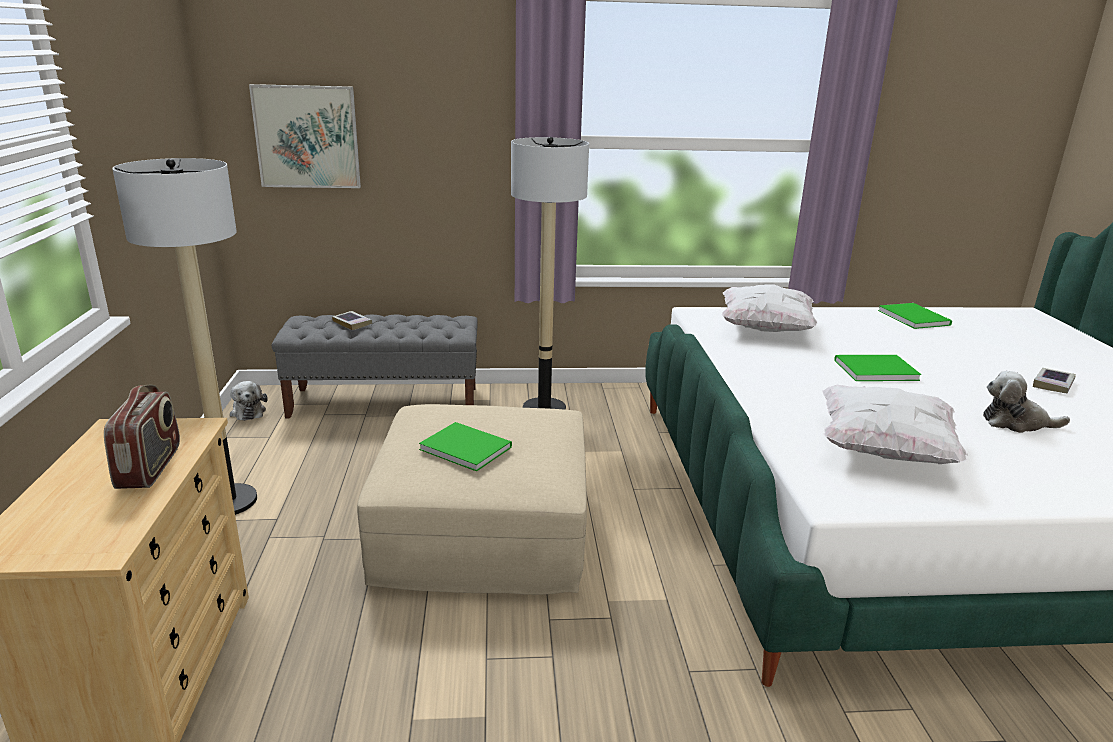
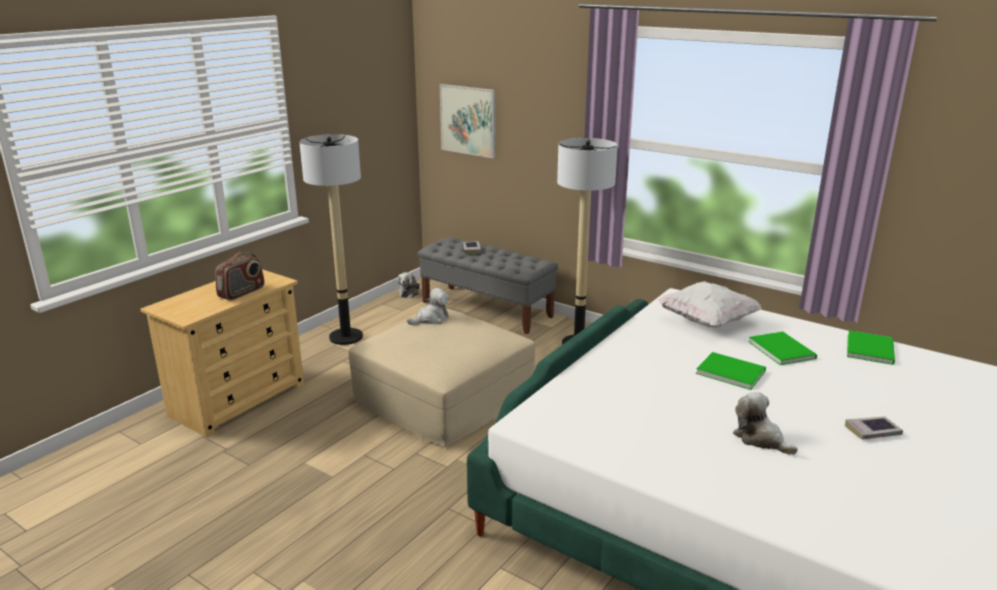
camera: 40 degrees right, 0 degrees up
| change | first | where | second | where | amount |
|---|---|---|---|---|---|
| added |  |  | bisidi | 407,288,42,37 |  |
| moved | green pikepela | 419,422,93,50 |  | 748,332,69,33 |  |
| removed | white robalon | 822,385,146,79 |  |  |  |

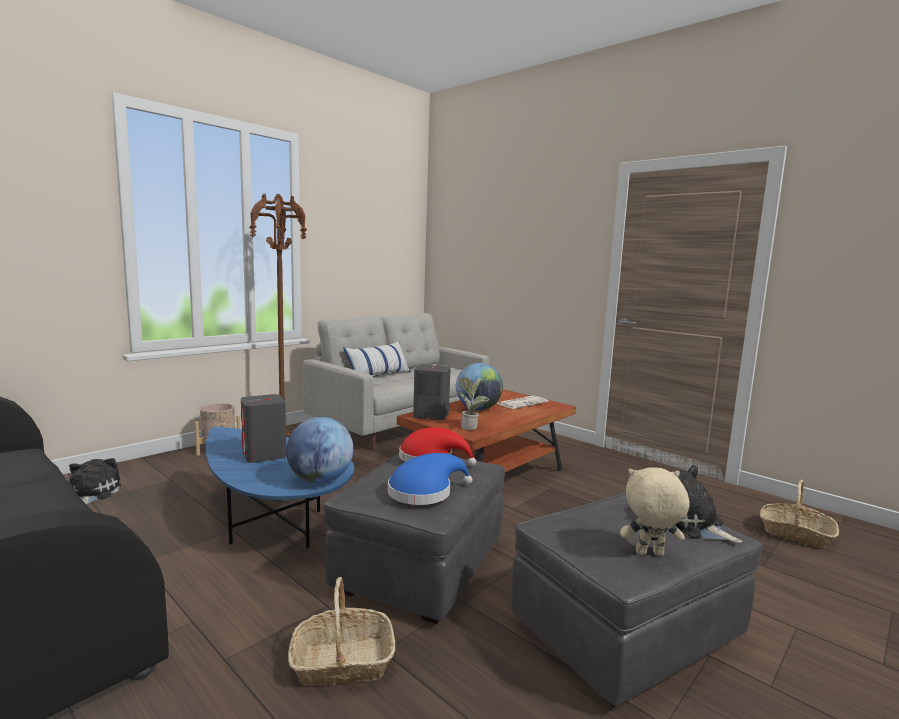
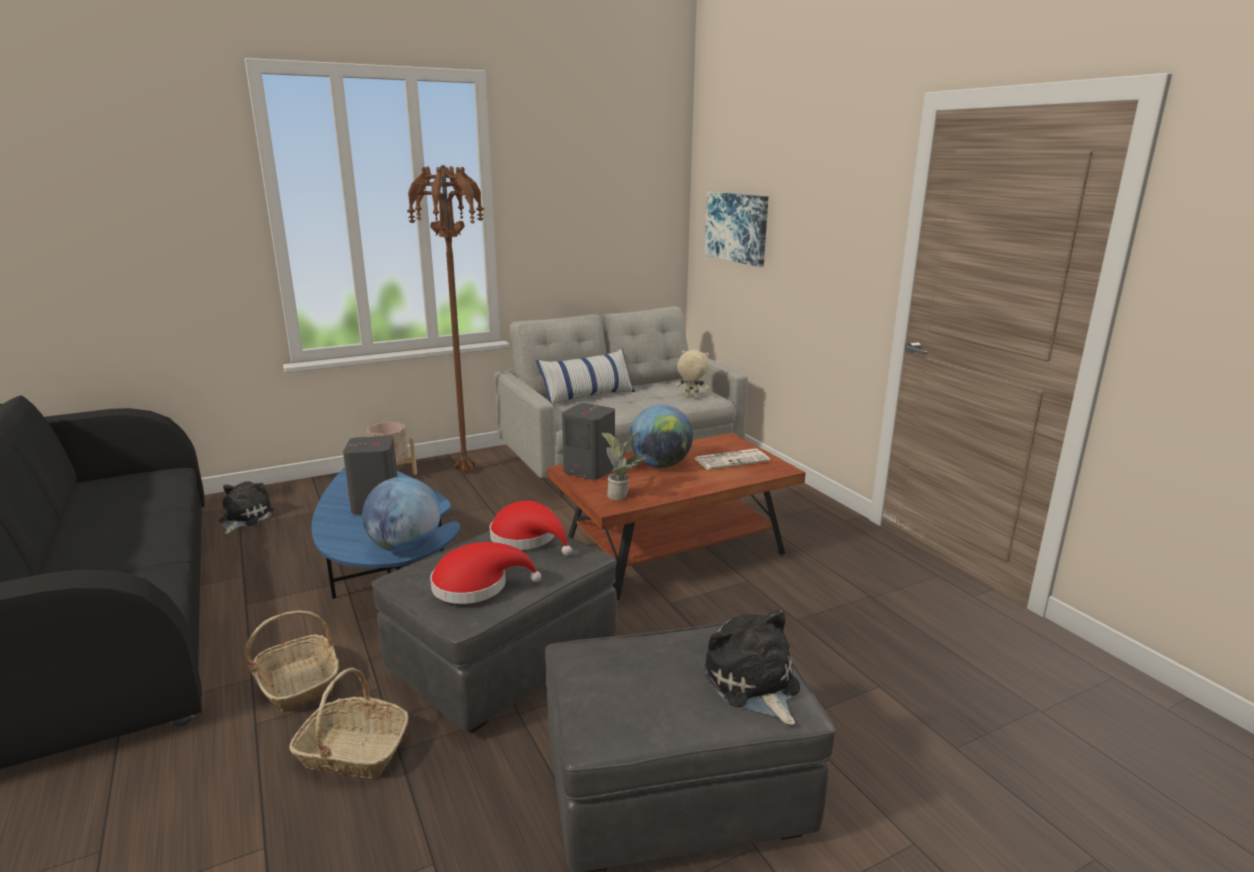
camera: 20 degrees right, 10 degrees up
| change | first | where | second | where | amount |
|---|---|---|---|---|---|
| moved | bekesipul | 760,480,79,68 |  | 245,611,94,101 |  |
| recoloured | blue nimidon | 388,453,84,52 | red nimidon | 430,542,111,62 |  |
| moved | beige bisidi | 620,467,70,89 |  | 676,350,33,49 |  |
| added |  |  | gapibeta | 705,192,63,75 |  |

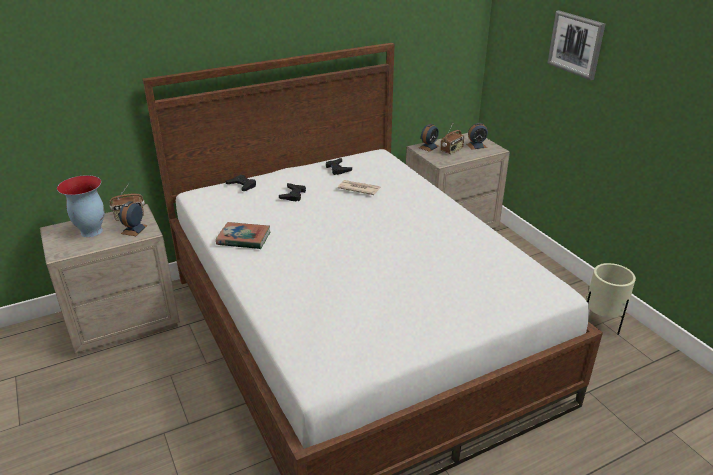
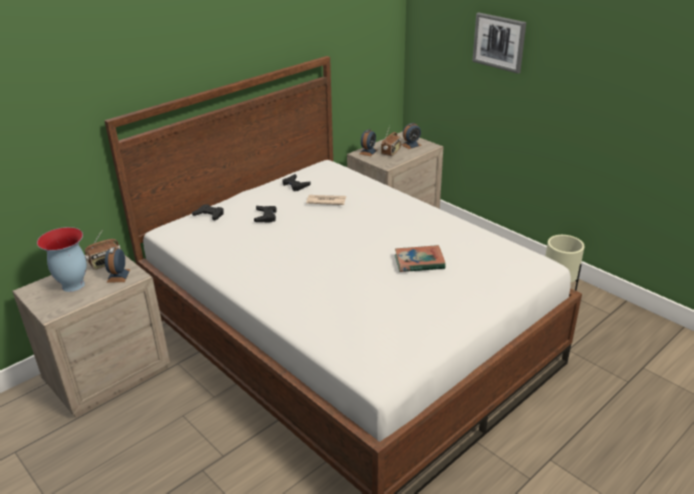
camera: 15 degrees left, 0 degrees up
| change | first | where | second | where | amount |
|---|---|---|---|---|---|
| moved | pikepela | 216,222,54,27 |  | 395,245,50,27 |  |

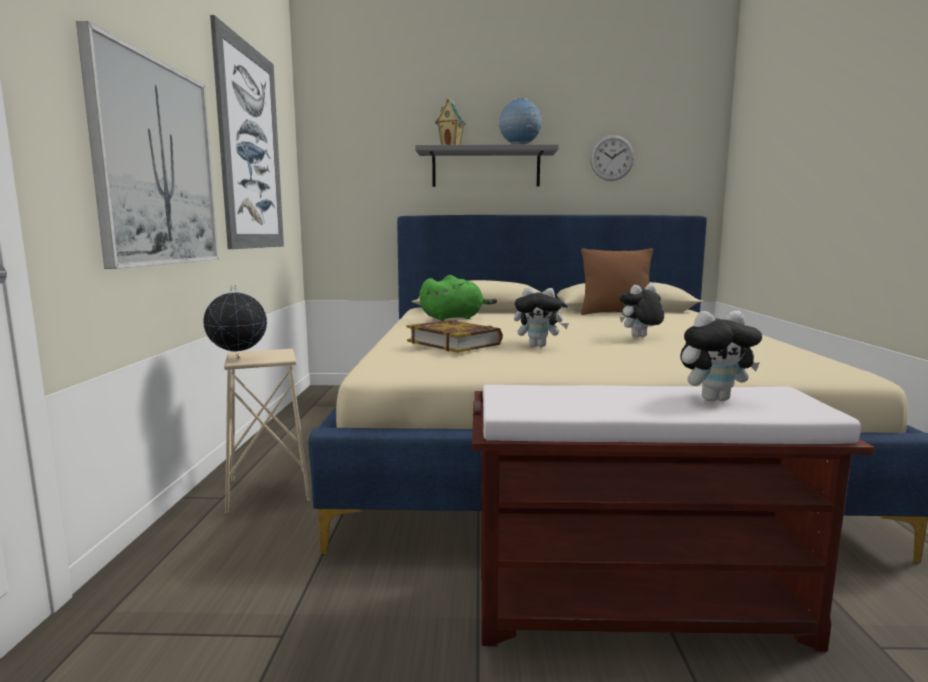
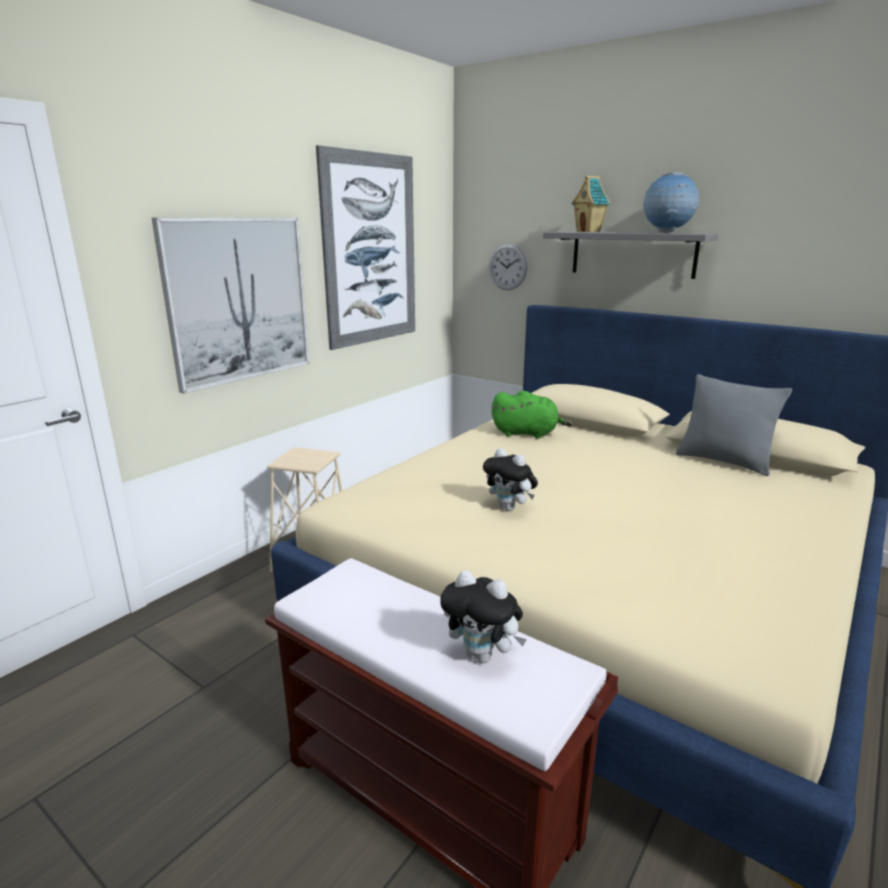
camera: 35 degrees right, 10 degrees up
| change | first | where | second | where | amount |
|---|---|---|---|---|---|
| moved | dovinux | 590,135,44,46 |  | 489,244,38,46 |  |
| recoloured | brown robalon | 581,248,72,67 | grey robalon | 676,374,116,102 |  |
| removed | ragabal | 203,285,64,74 |  |  |  |
| removed | pikepela | 407,320,96,33 |  |  |  |
| removed | bisidi | 619,284,45,53 |  |  |  |

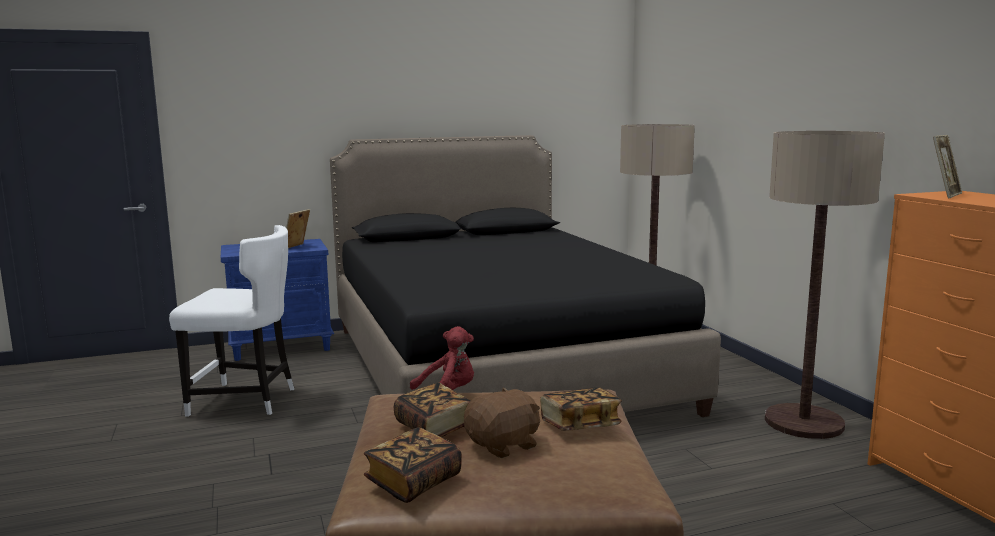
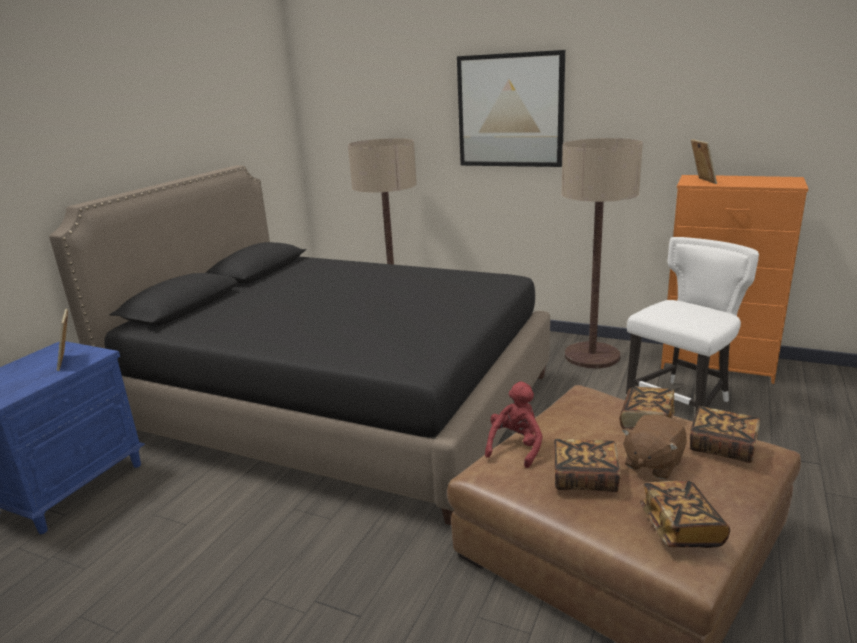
camera: 45 degrees left, 10 degrees up
| change | first | where | second | where | amount |
|---|---|---|---|---|---|
| added |  |  | gapibeta | 457,50,108,117 |  |
| turned | brown bisidi | 464,388,76,70 |  | 622,414,65,65 | 150 degrees counterclockwise |
| moved | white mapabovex | 169,225,125,192 |  | 626,237,133,175 |  |
| added |  |  | pikepela | 690,406,70,57 |  |

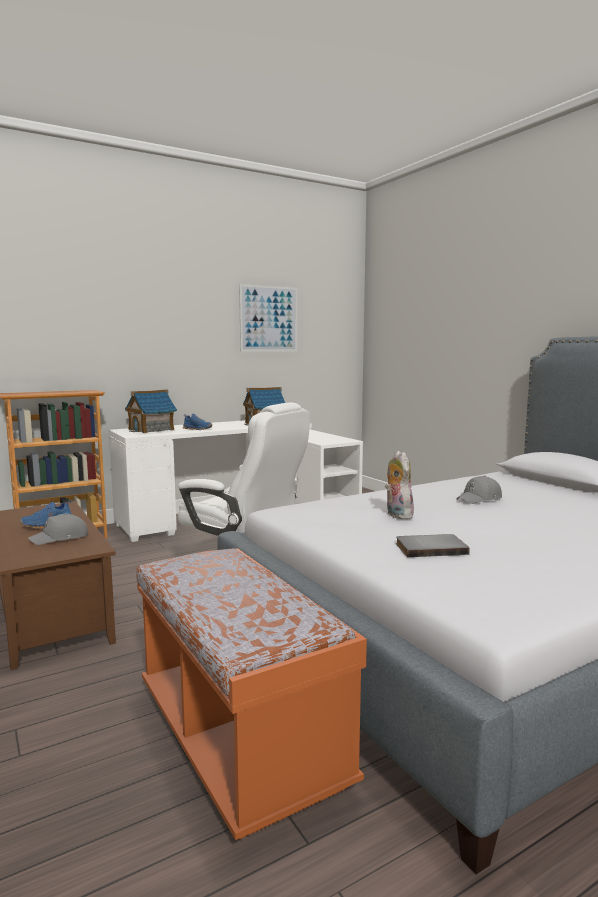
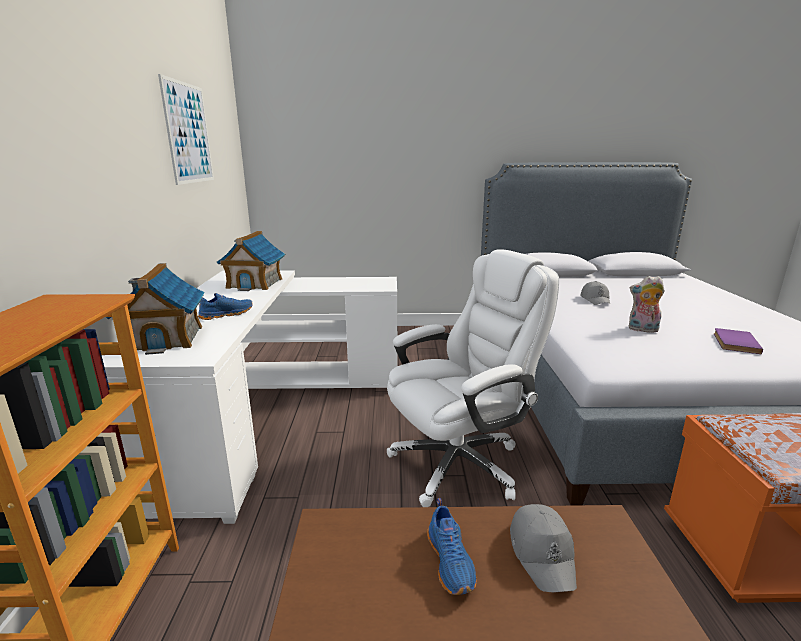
camera: 60 degrees left, 10 degrees up
| change | first | where | second | where | amount |
|---|---|---|---|---|---|
| recoloured | grey pikepela | 396,534,74,23 | purple pikepela | 714,328,49,26 |  |

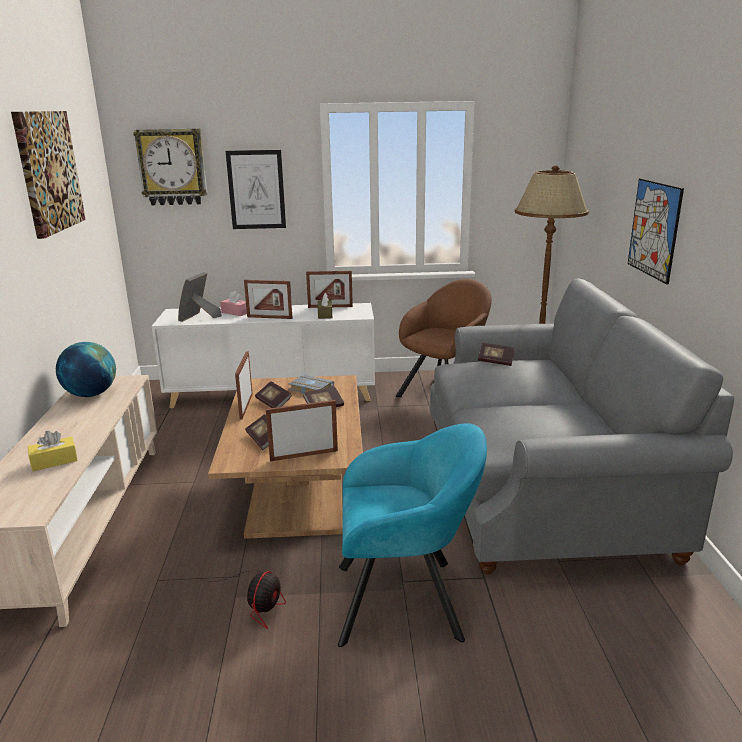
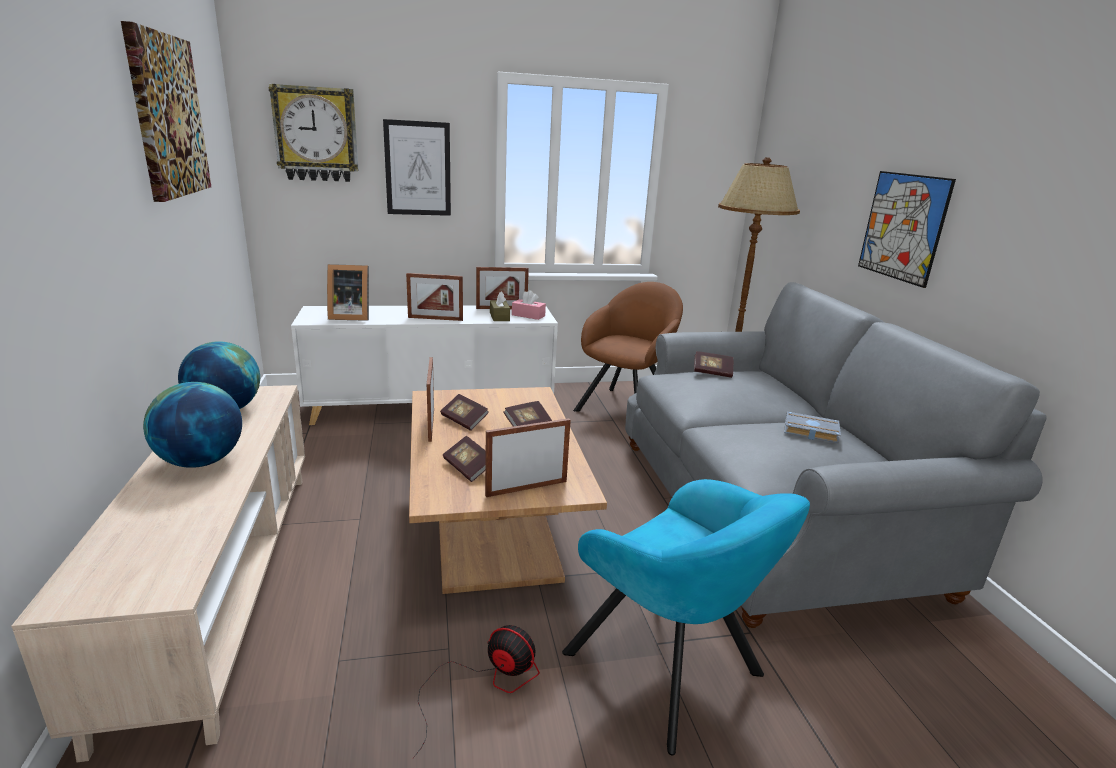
camera: 10 degrees left, 0 degrees up
| change | first | where | second | where | amount |
|---|---|---|---|---|---|
| added |  |  | ragabal | 143,382,99,86 |  |
| turned | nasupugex | 178,272,44,50 |  | 327,264,42,57 | 105 degrees counterclockwise |
| turned | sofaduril | 201,570,85,59 |  | 413,625,127,133 | 75 degrees counterclockwise |
| moved | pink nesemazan | 220,291,27,25 |  | 512,290,34,30 |  |
| turned | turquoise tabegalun | 338,423,149,224 |  | 562,479,248,276 | 60 degrees clockwise |
| moved | grey pikepela | 288,375,46,19 |  | 784,411,57,33 |  |
| removed | yellow nesemazan | 28,430,50,41 |  |  |  |

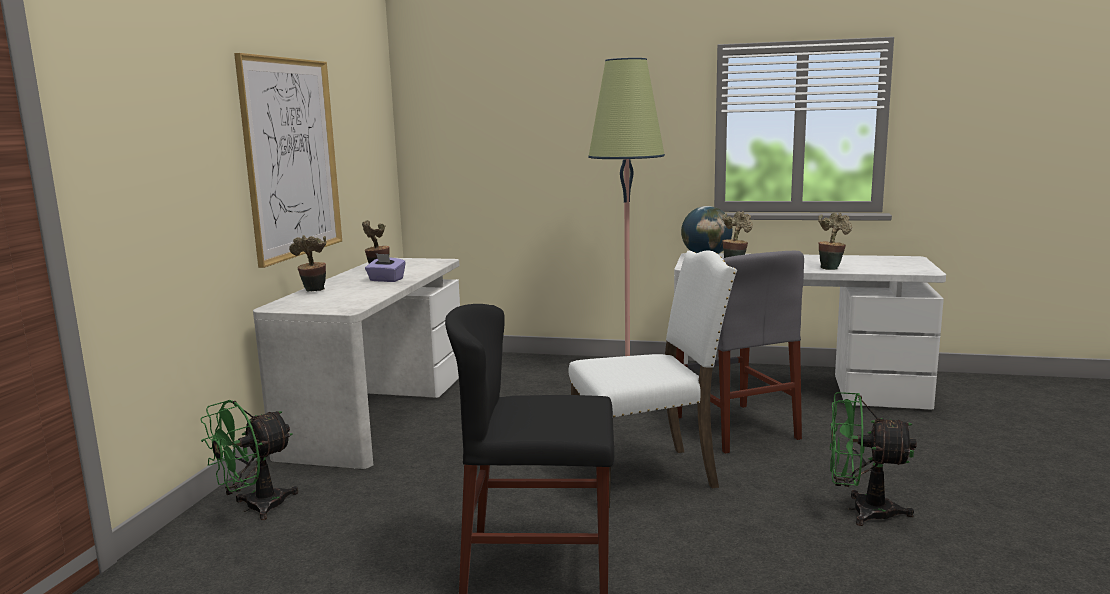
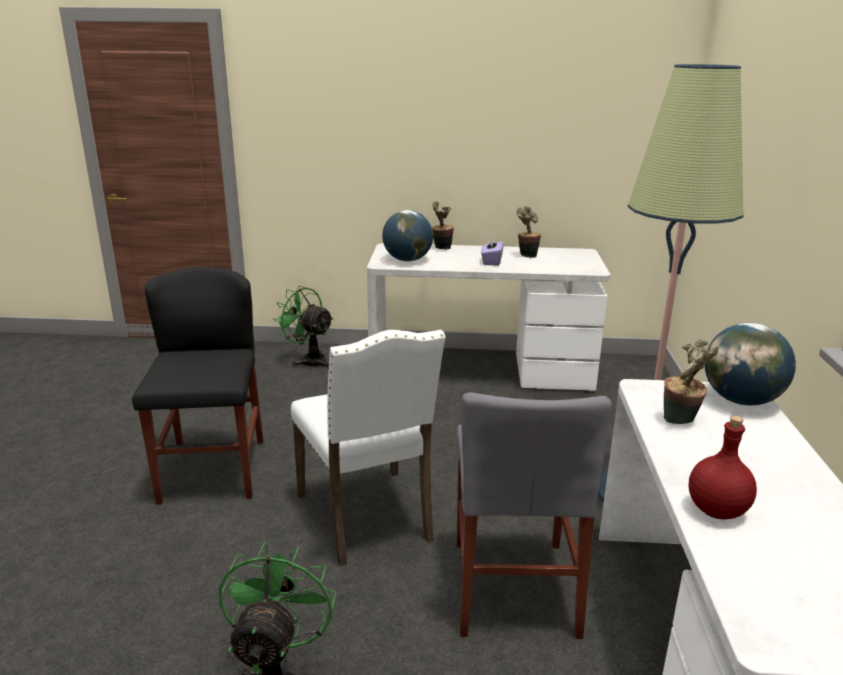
camera: 80 degrees right, 10 degrees up
| change | first | where | second | where | amount |
|---|---|---|---|---|---|
| added |  |  | ragabal | 382,210,51,51 |  |
| turned | grey mapabovex | 676,251,128,203 |  | 457,392,155,247 | 60 degrees counterclockwise |
| replaced | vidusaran | 818,212,34,58 | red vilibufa | 689,416,68,103 |  |
| removed | gapibeta | 234,53,108,215 |  |  |  |

